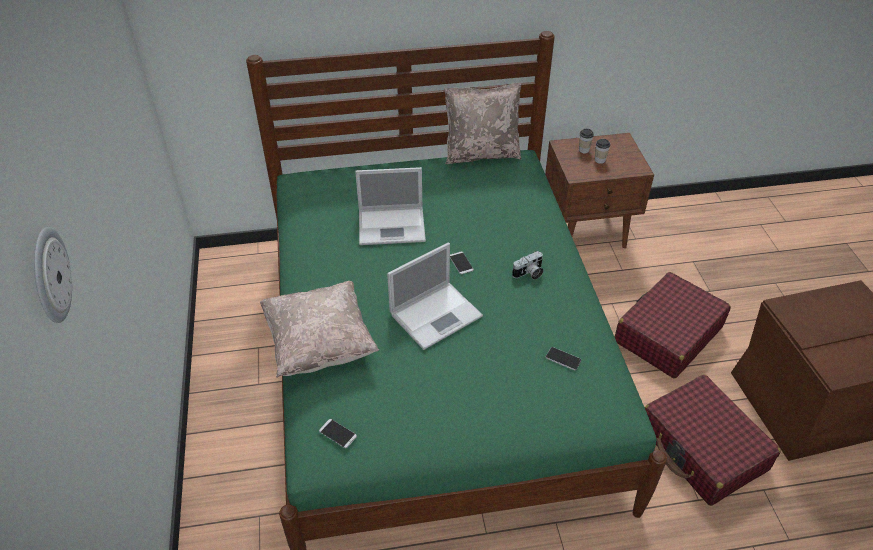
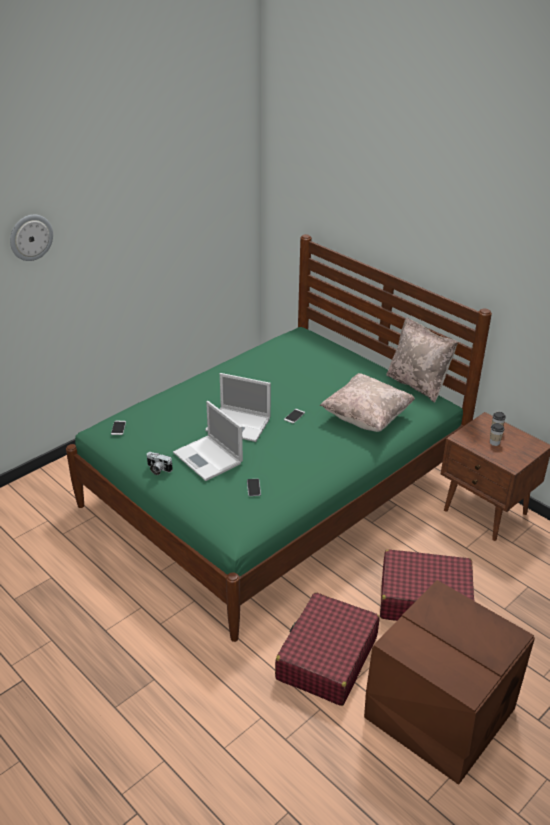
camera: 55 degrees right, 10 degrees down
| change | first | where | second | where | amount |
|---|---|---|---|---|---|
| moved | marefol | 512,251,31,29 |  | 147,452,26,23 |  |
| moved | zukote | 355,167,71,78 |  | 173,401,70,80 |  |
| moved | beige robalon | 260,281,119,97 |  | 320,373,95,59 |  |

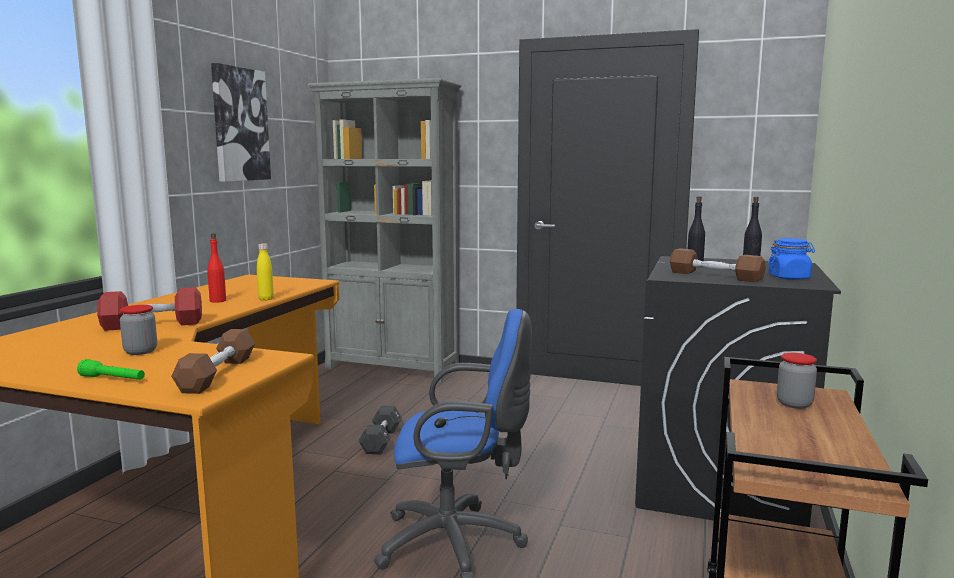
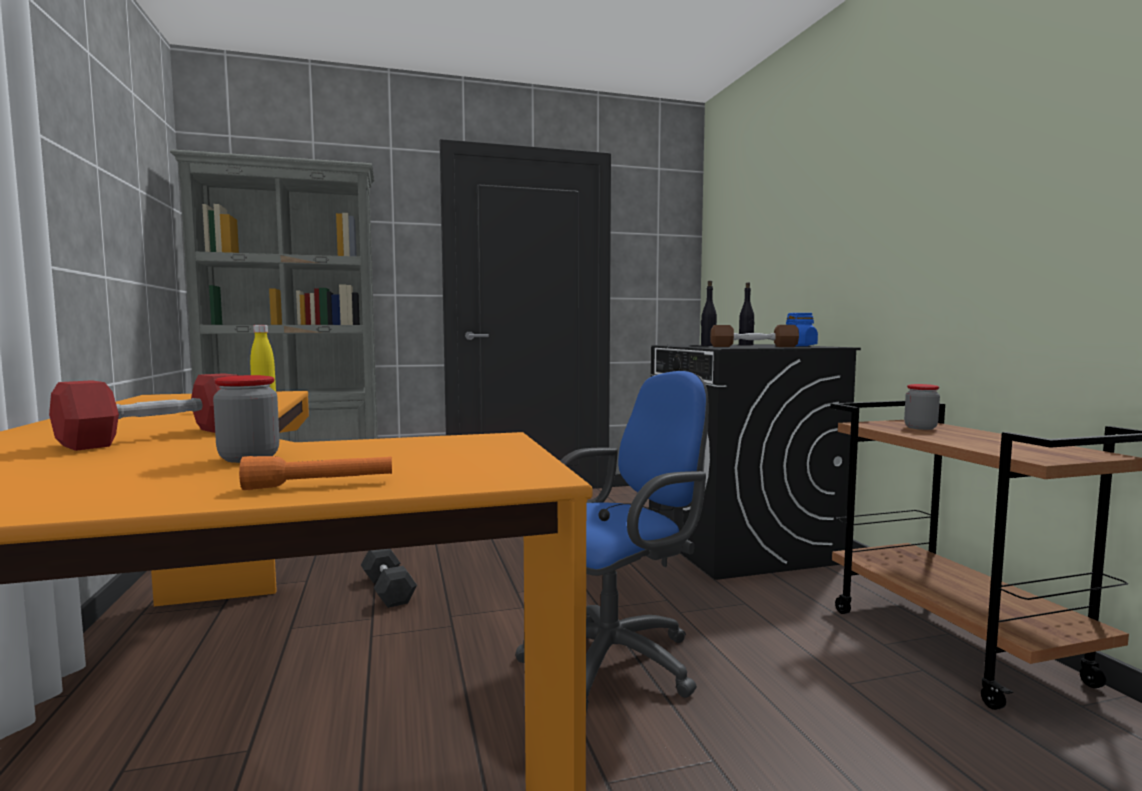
camera: 35 degrees left, 5 degrees down
| change | first | where | second | where | amount |
|---|---|---|---|---|---|
| recoloured | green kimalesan | 77,359,68,21 | orange kimalesan | 239,456,153,34 |  |
| removed | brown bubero | 171,329,84,65 |  |  |  |
| removed | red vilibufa | 207,233,19,70 |  |  |  |
| removed | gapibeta | 211,63,60,119 |  |  |  |

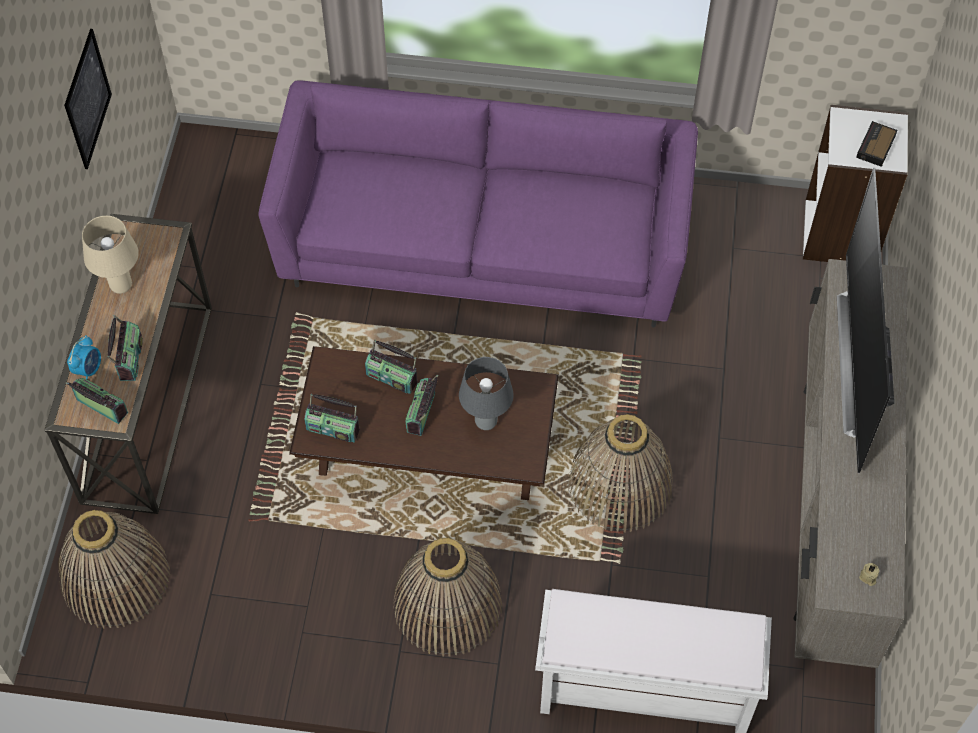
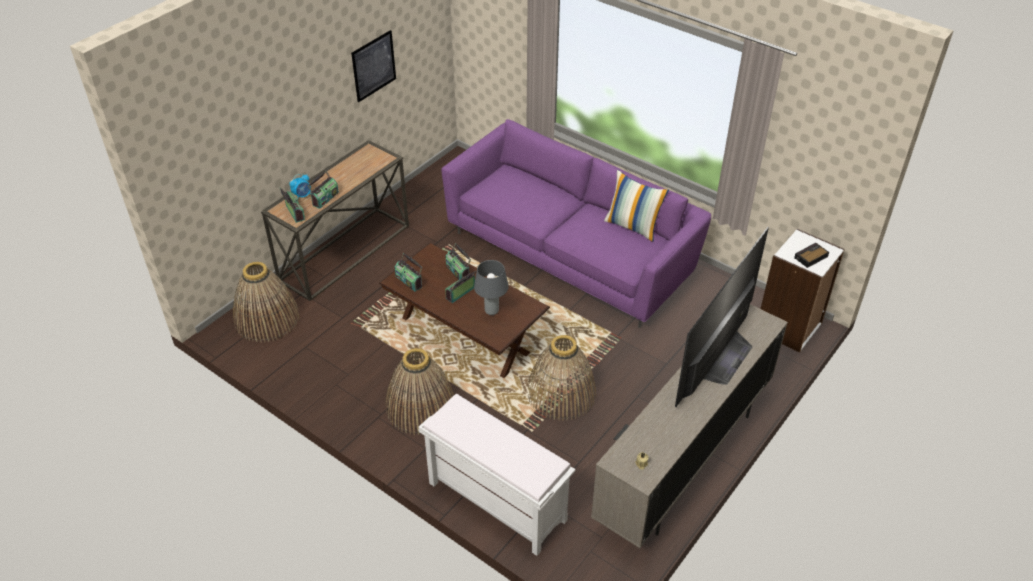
camera: 30 degrees right, 15 degrees down
| change | first | where | second | where | amount |
|---|---|---|---|---|---|
| added |  |  | robalon | 604,170,65,72 |  |
| removed | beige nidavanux | 82,216,57,78 |  |  |  |

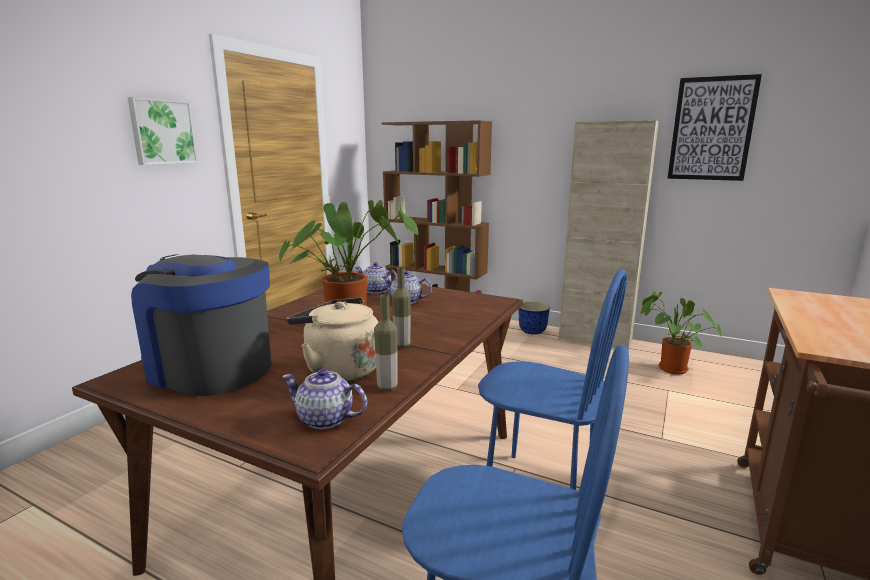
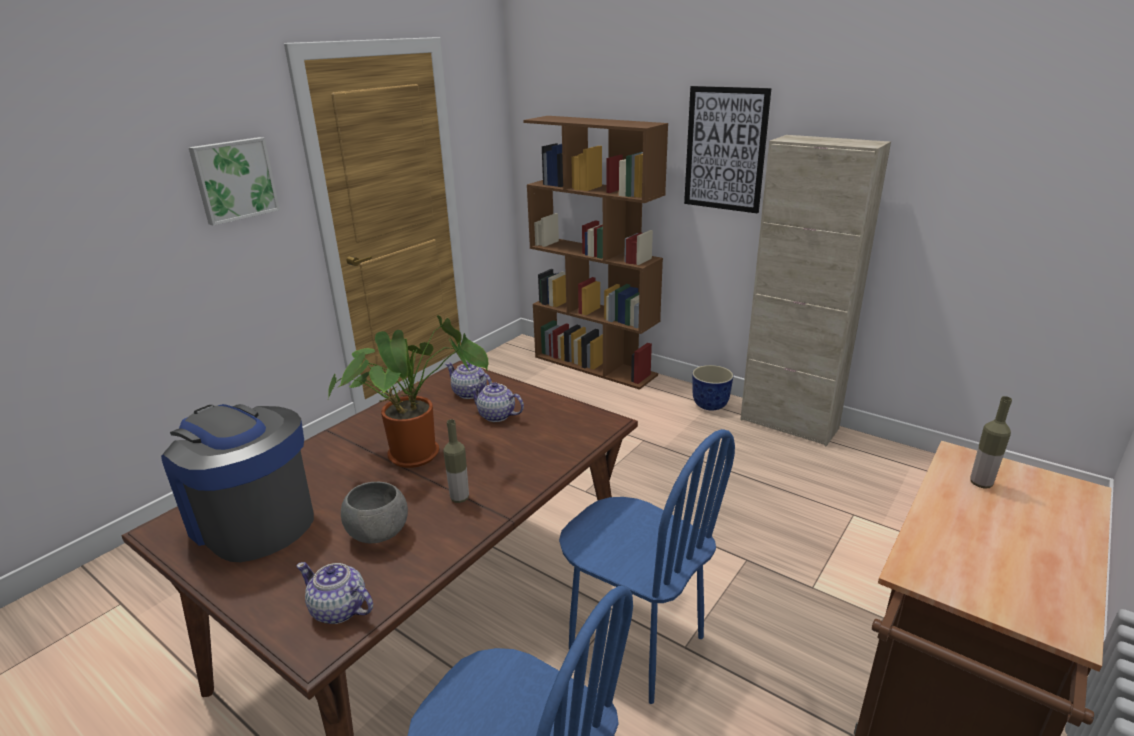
camera: 10 degrees right, 10 degrees up
| change | first | where | second | where | amount |
|---|---|---|---|---|---|
| replaced | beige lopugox | 287,297,92,84 | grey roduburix | 341,482,67,61 |  |
| moved | gapibeta | 667,74,95,107 |  | 684,86,87,127 |  |
| moved | vilibufa | 374,294,24,97 |  | 971,396,41,93 |  |
| removed | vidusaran | 641,291,81,83 |  |  |  |

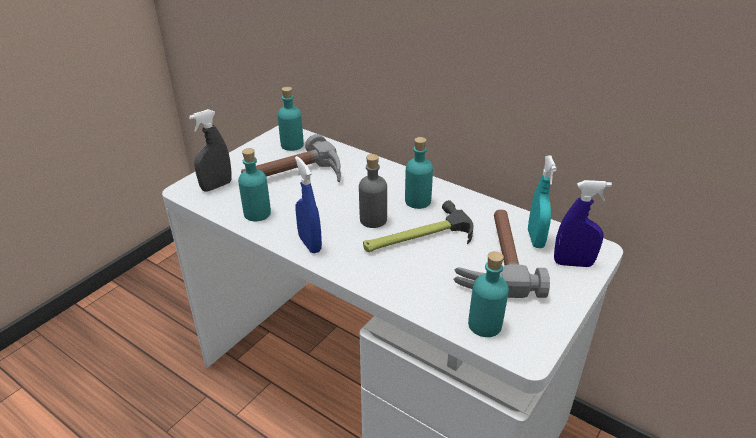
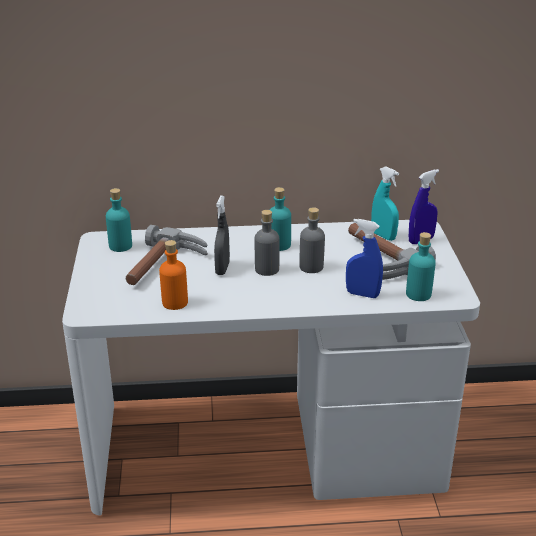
camera: 40 degrees left, 5 degrees down
| change | first | where | second | where | amount |
|---|---|---|---|---|---|
| recoloured | turquoise vilibufa | 238,148,33,73 | orange vilibufa | 159,240,29,70 |  |
| moved | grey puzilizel | 189,109,43,83 |  | 214,195,16,80 |  |
| replaced | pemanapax | 363,200,111,52 | grey vilibufa | 299,207,26,66 |  |
| moved | blue puzilizel | 295,156,27,97 |  | 346,219,37,79 |  |

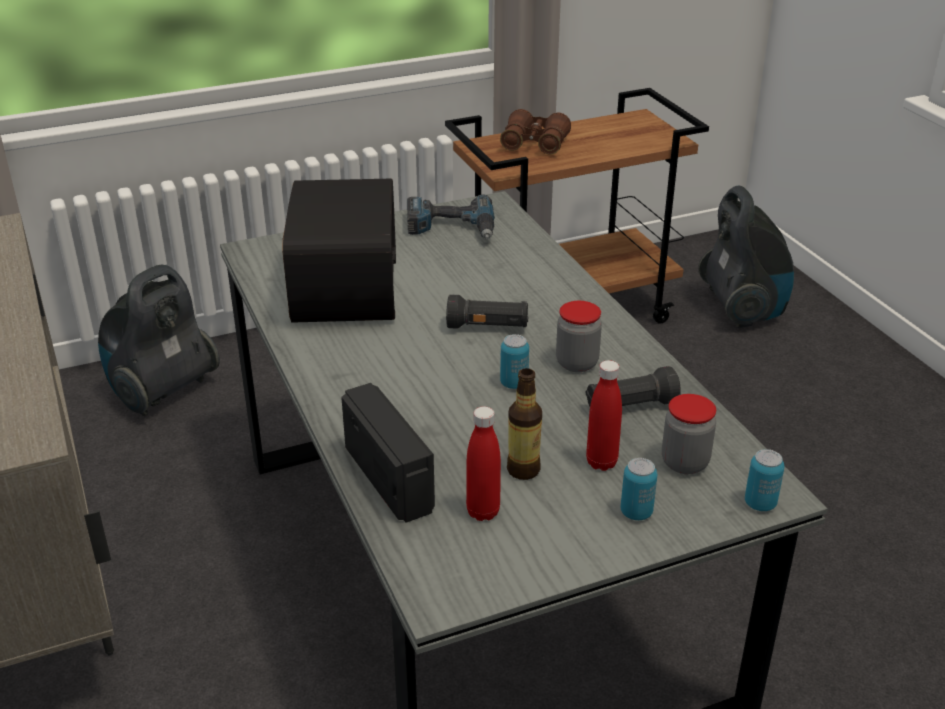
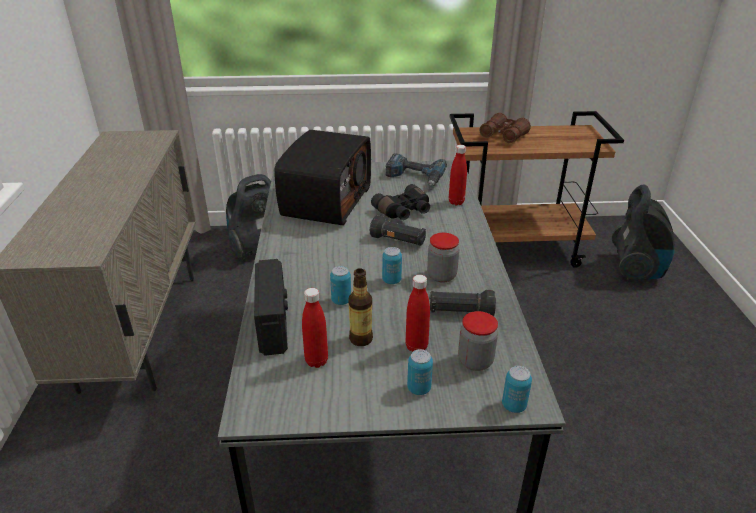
camera: 20 degrees right, 0 degrees up
| change | first | where | second | where | amount |
|---|---|---|---|---|---|
| added |  |  | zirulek | 330,266,21,39 |  |
| added |  |  | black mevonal | 371,184,59,36 |  |
| added |  |  | red vilibufa | 449,145,18,60 |  |

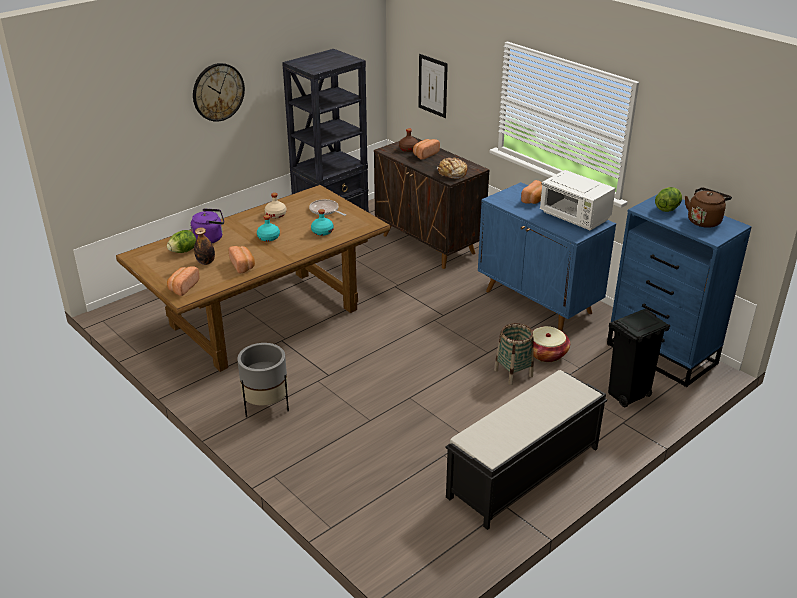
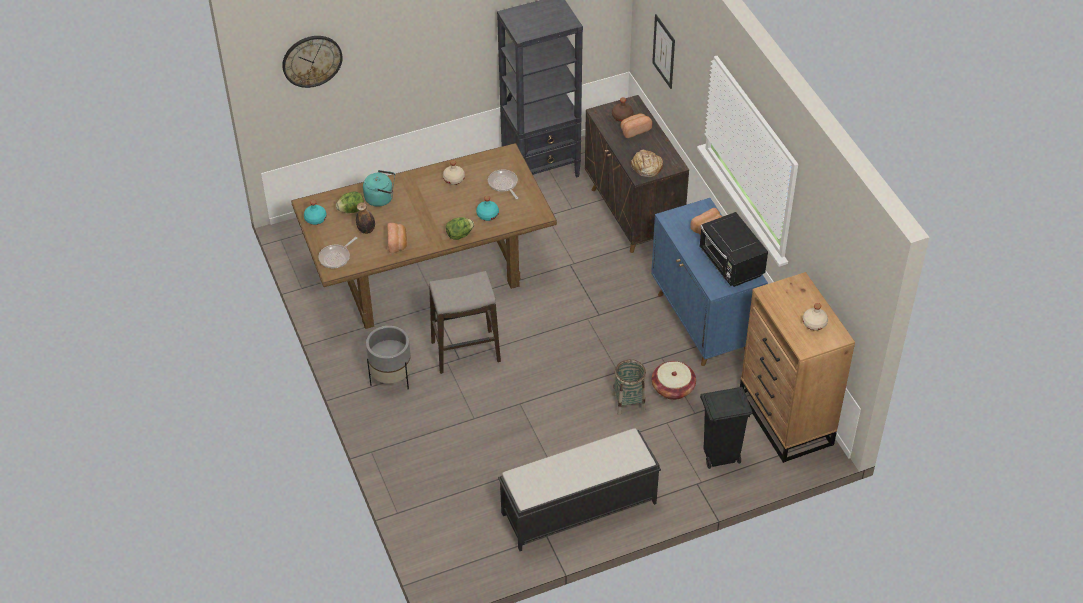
camera: 20 degrees right, 15 degrees up
| change | first | where | second | where | amount |
|---|---|---|---|---|---|
| moved | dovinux | 193,63,52,59 |  | 282,36,61,52 |  |
| moved | turquoise vilibufa | 257,215,23,27 |  | 304,200,23,25 |  |
| replaced | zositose | 167,266,32,30 | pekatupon | 318,237,39,31 |  |
| recoloured | purple lopugox | 191,208,33,35 | turquoise lopugox | 363,170,32,37 |  |
| added |  |  | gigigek | 429,271,72,103 |  |
| moved | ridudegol | 655,187,27,25 |  | 446,217,28,23 |  |
| recoloured | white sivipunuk | 540,170,75,61 | black sivipunuk | 700,212,68,75 |  |
| recoloured | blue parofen | 607,194,145,193 | brown parofen | 740,272,115,191 |  |
| replaced | brown lopugox | 685,187,47,41 | beige vilibufa | 802,303,26,28 |  |

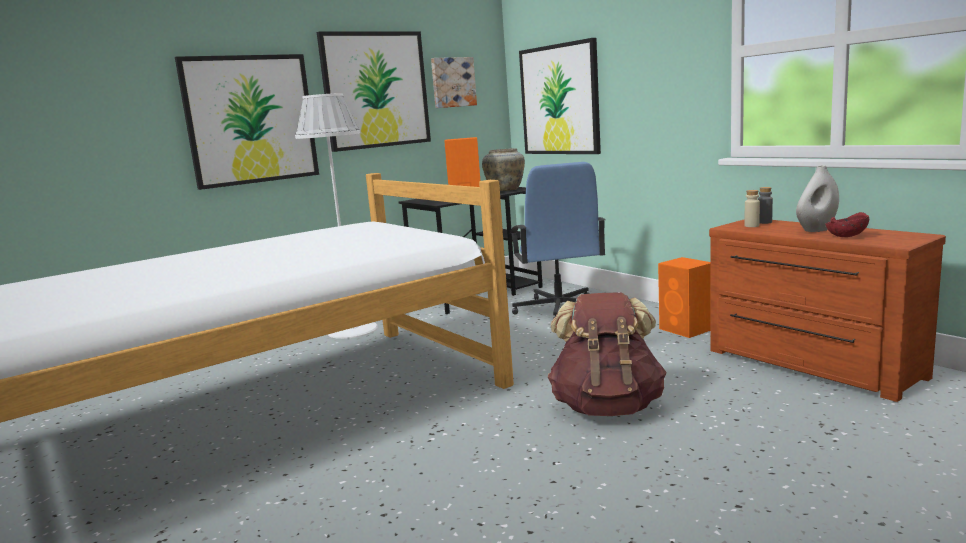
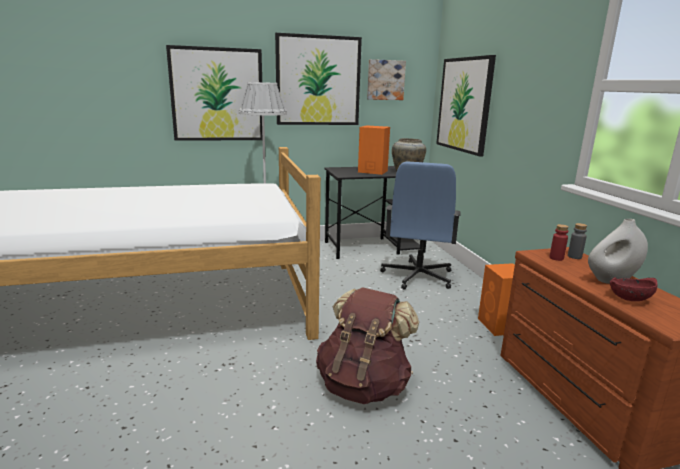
camera: 20 degrees right, 5 degrees up
| change | first | where | second | where | amount |
|---|---|---|---|---|---|
| recoloured | beige vilibufa | 745,190,15,37 | red vilibufa | 550,224,19,37 |  |

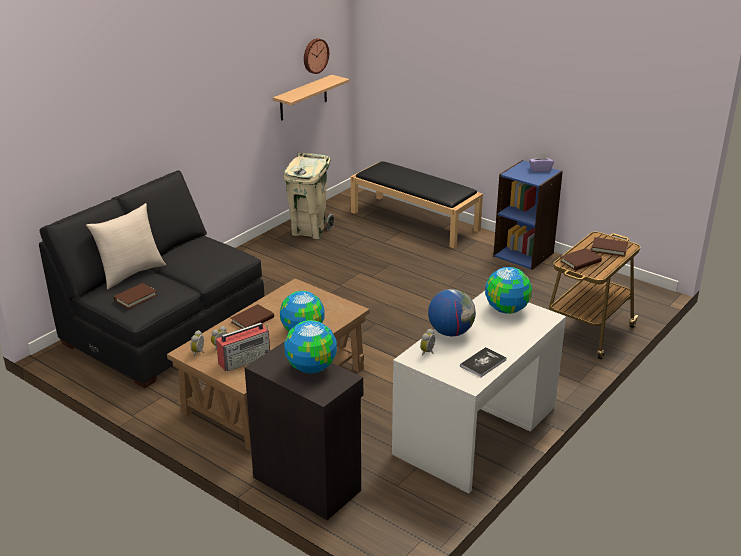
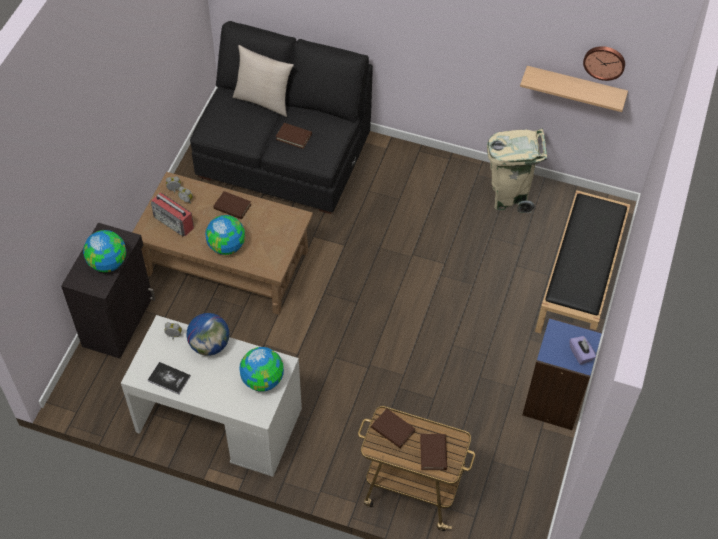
camera: 70 degrees right, 25 degrees up
| change | first | where | second | where | amount |
|---|---|---|---|---|---|
| moved | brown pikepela | 114,283,43,26 |  | 276,123,36,26 |  |

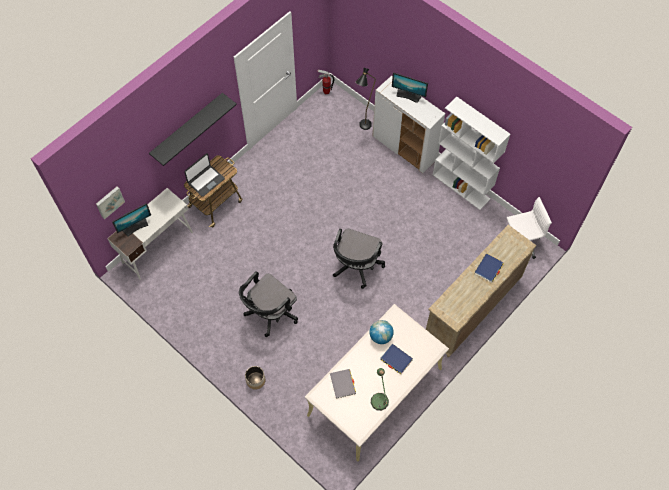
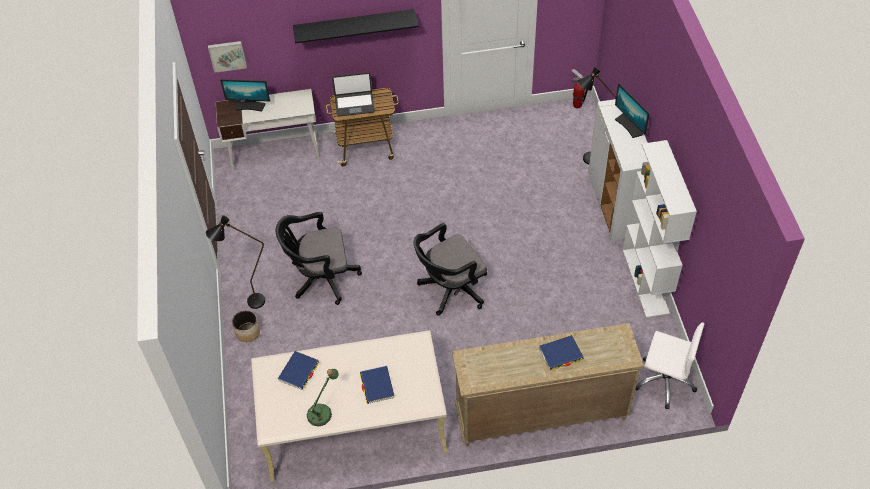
camera: 40 degrees right, 10 degrees down
| change | first | where | second | where | amount |
|---|---|---|---|---|---|
| added |  |  | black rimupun | 206,215,59,94 |  |
| recoloured | grey pikepela | 330,369,26,30 | blue pikepela | 278,351,41,39 |  |
| removed | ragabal | 369,320,25,24 |  |  |  |

